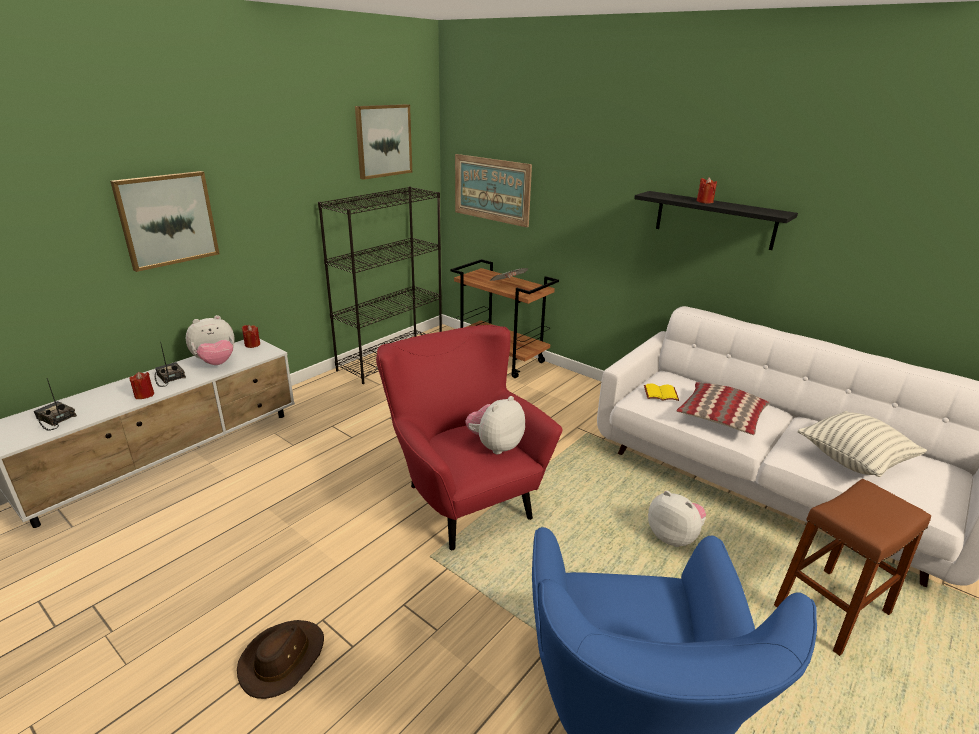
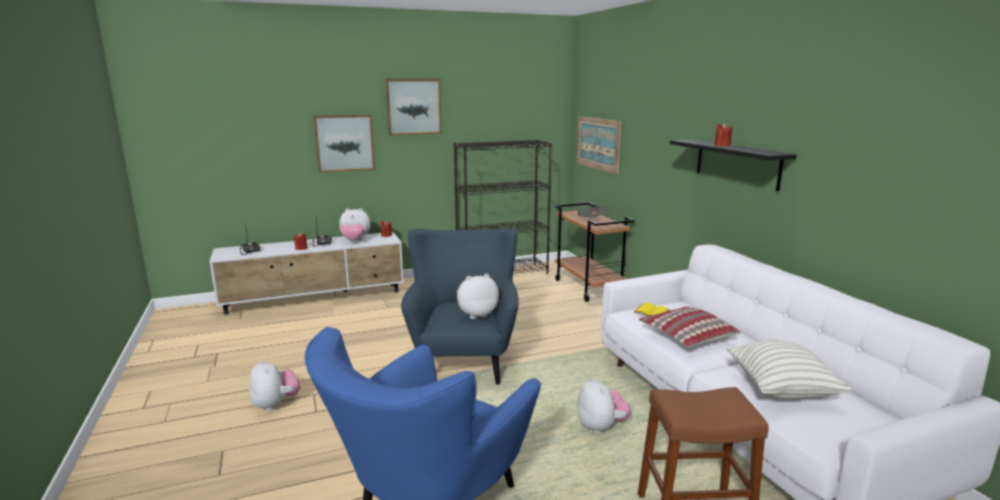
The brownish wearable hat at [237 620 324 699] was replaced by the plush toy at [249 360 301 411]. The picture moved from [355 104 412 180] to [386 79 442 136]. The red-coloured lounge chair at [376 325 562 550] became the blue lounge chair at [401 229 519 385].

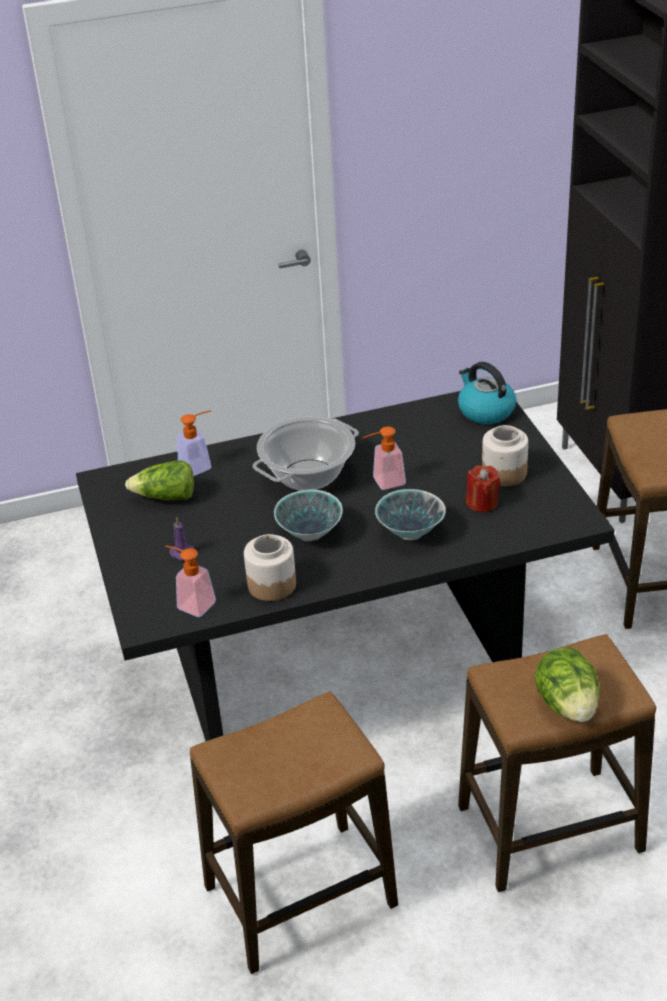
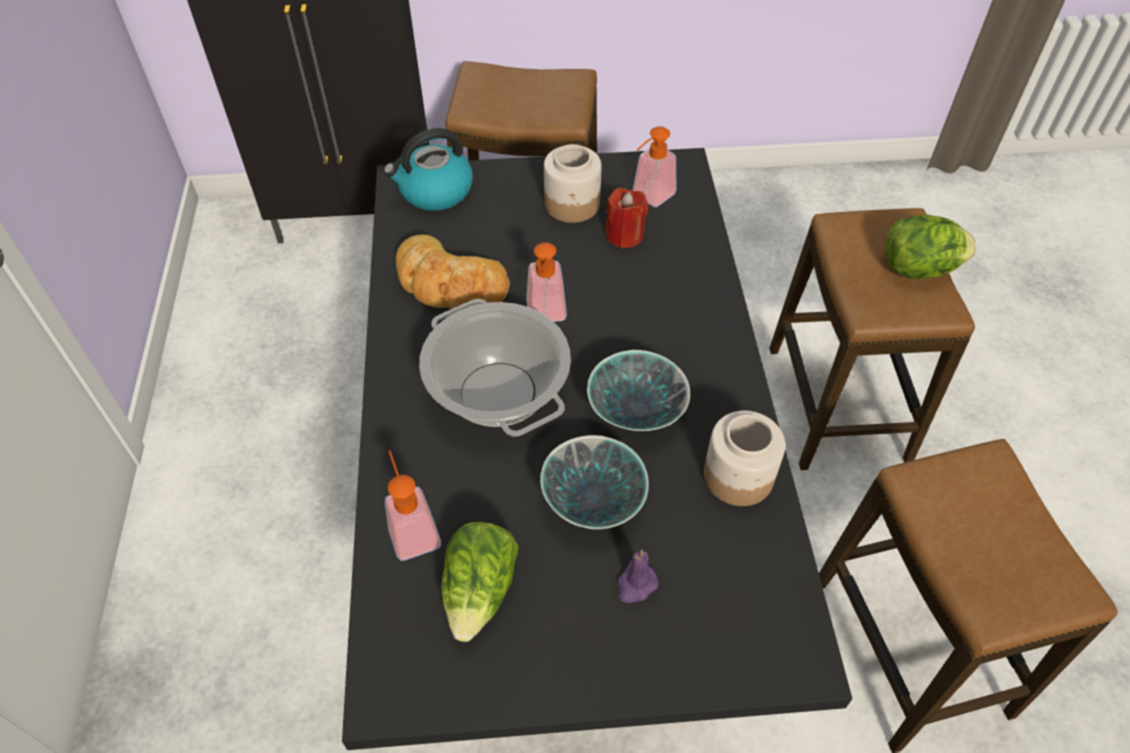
The baked bread at [395 235 510 309] appeared. The deep dish moved from [375 489 446 540] to [540 435 649 529]. The soap bottle moved from [165 545 216 617] to [632 126 676 207].

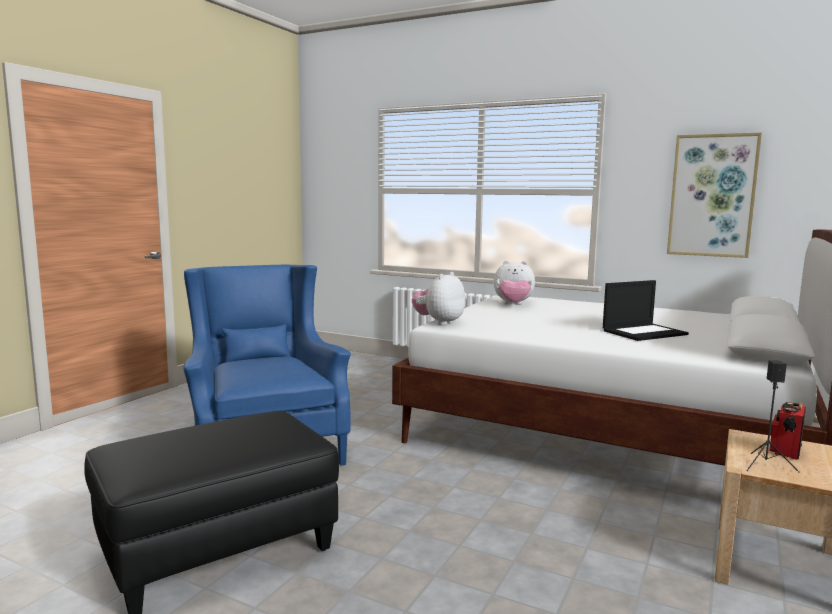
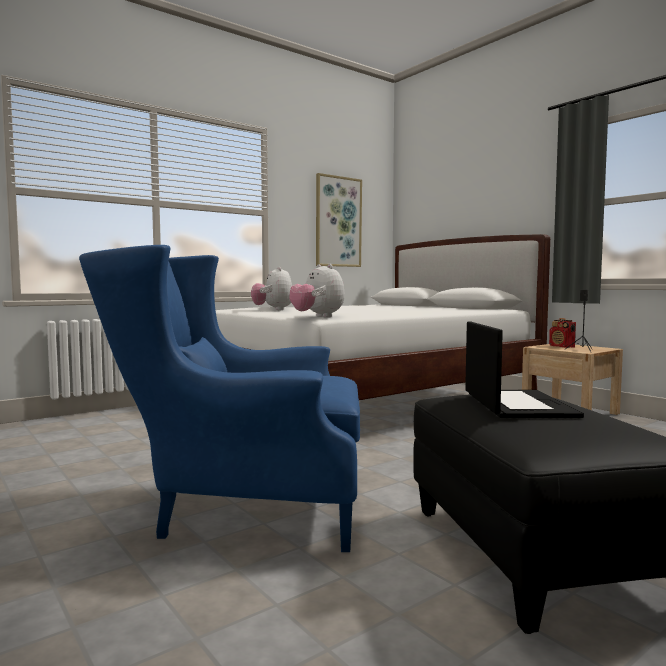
The plush toy at [494 260 535 305] turned 135 degrees clockwise. The notebook computer moved from [603 280 689 341] to [465 322 584 418].

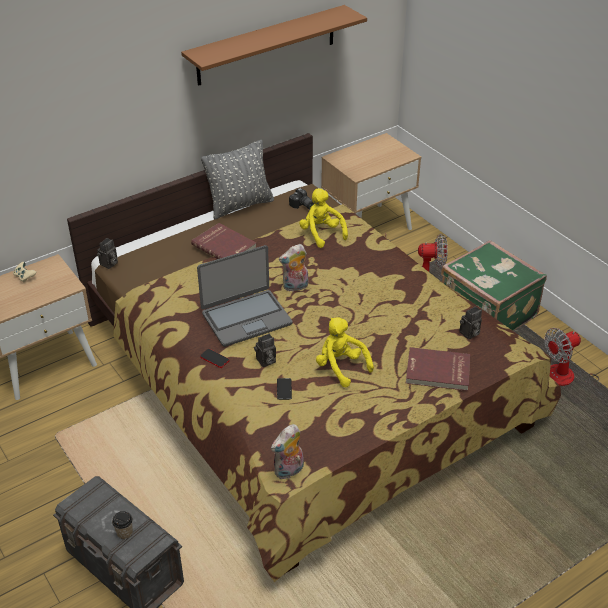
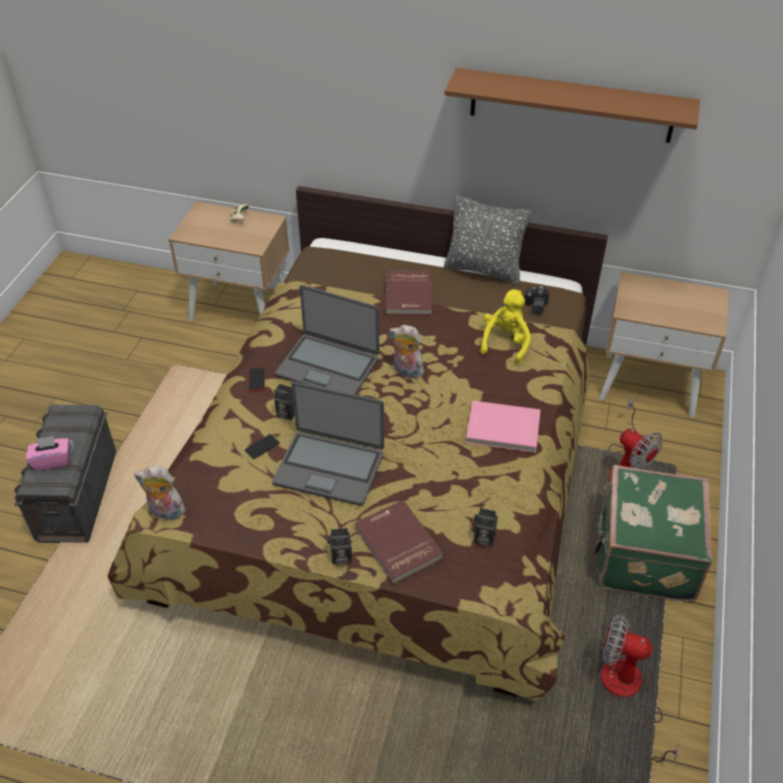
The drinking cup at [112 511 133 540] was replaced by the pinkish box of tissues at [26 436 69 471]. The yellowish plush toy at [316 317 374 387] was replaced by the notebook computer at [272 382 384 506]. The photo camera moved from [97 238 118 269] to [327 528 352 564]. The pinkish bound book at [466 401 540 453] appeared.

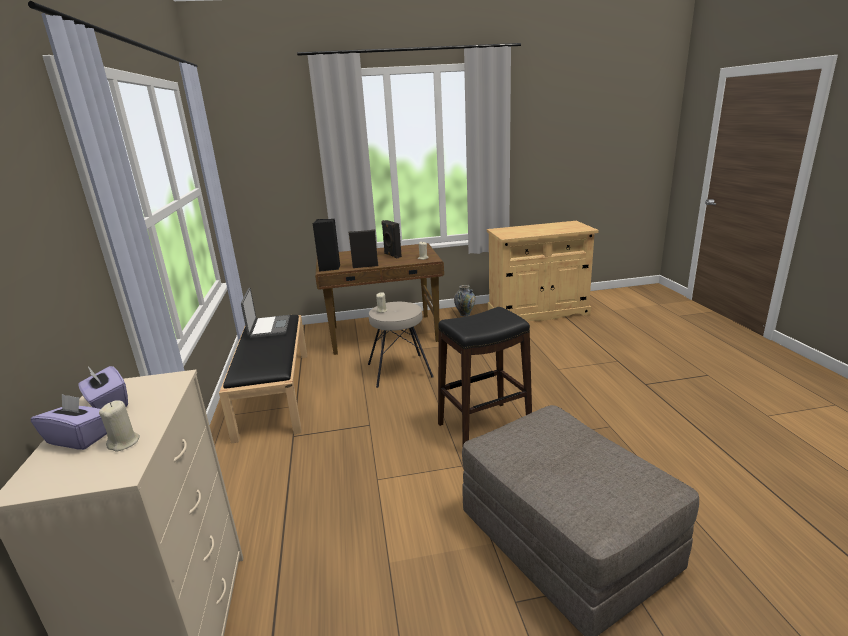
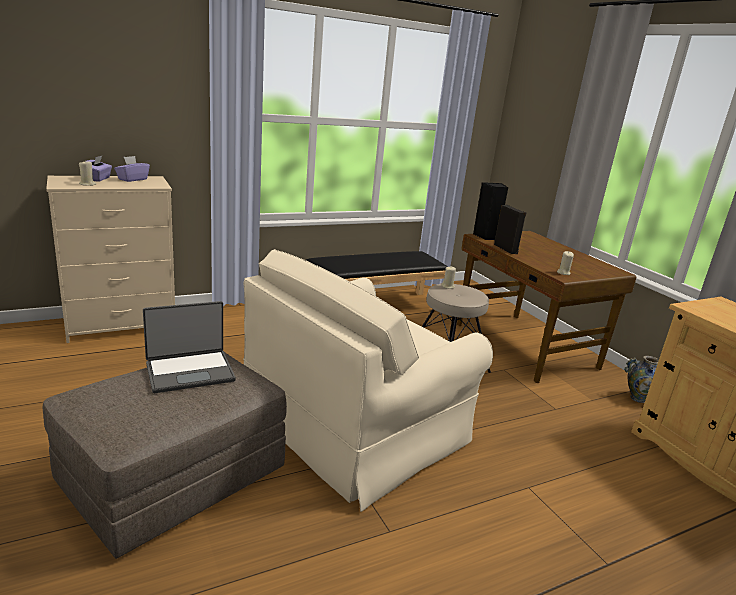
The notebook computer moved from [241 288 290 339] to [143 301 236 393]. The black-coloured stool at [438 307 532 445] was replaced by the beige lounge chair at [243 249 493 512]. The black-coloured speaker at [381 220 402 258] disappeared.

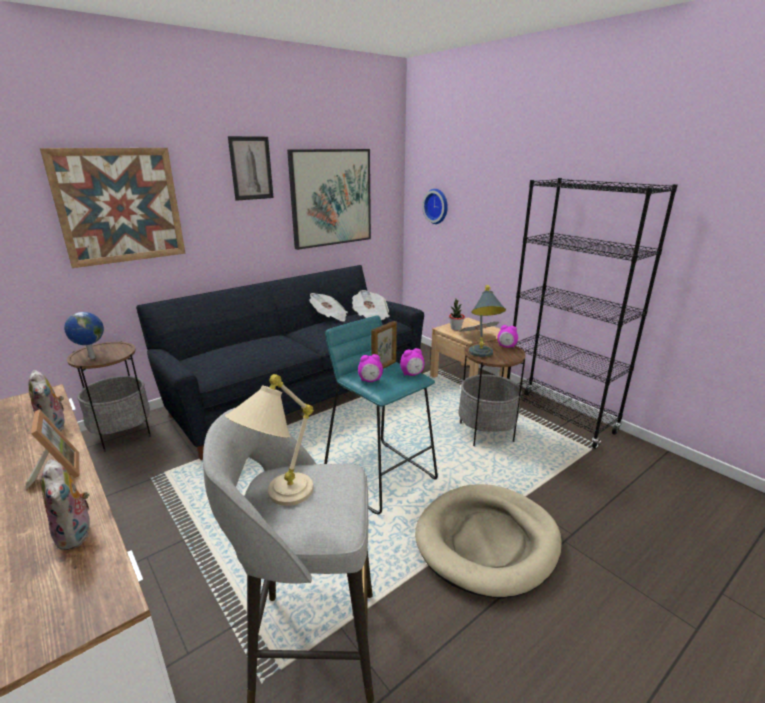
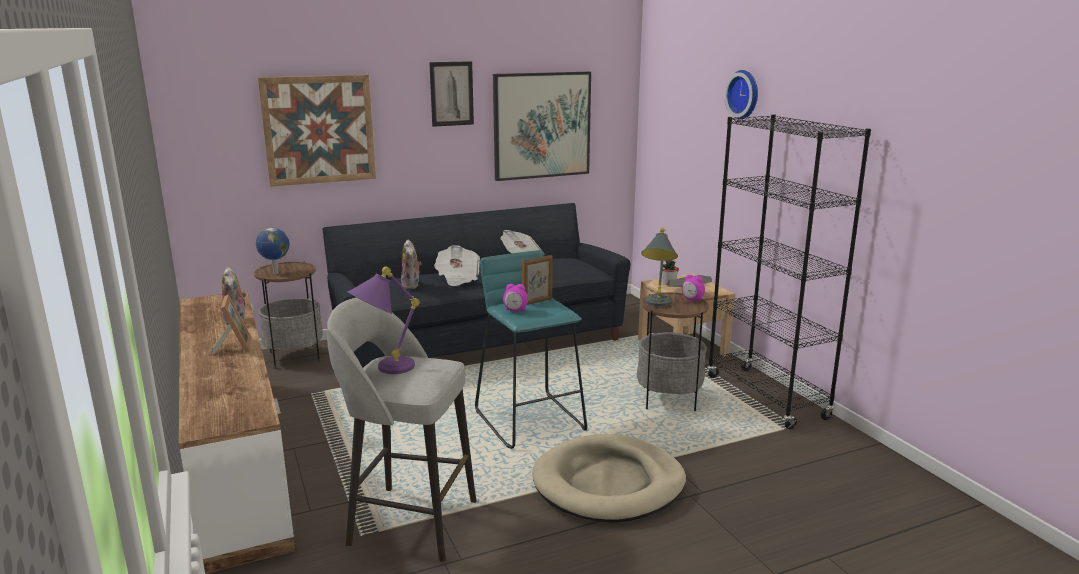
The beige tabletop lamp at [225 374 314 506] became the purple tabletop lamp at [347 266 420 374]. The plush toy moved from [41 459 90 550] to [401 240 422 289]. The newspaper moved from [352 290 390 320] to [434 245 480 286]. The hanging clock moved from [422 189 448 224] to [724 70 758 119]. The table clock at [400 348 425 376] disappeared.

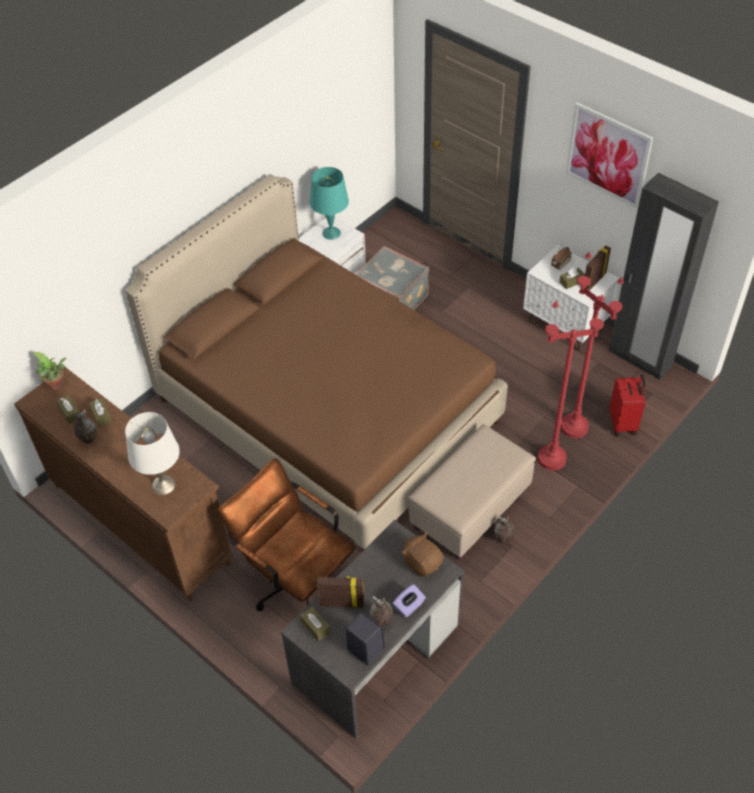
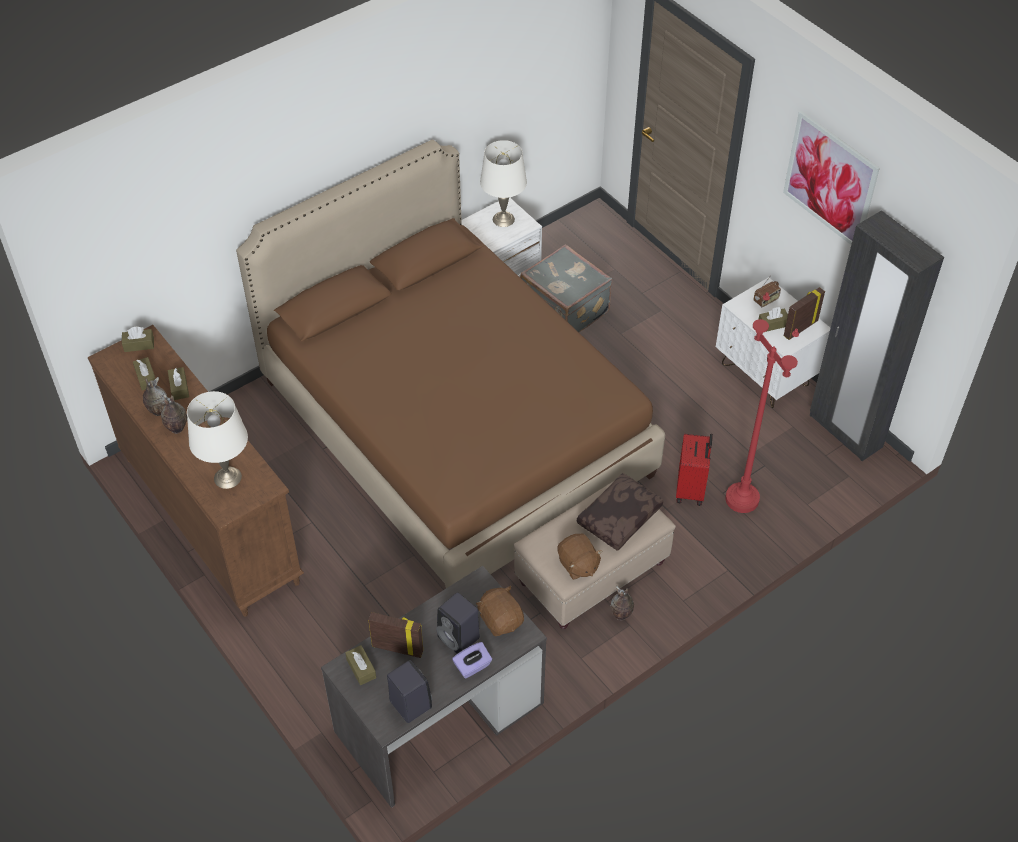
The potted plant at [33 352 67 390] was replaced by the brownish box of tissues at [122 327 154 352]. The decorative vase moved from [370 596 393 627] to [161 395 187 434]. The black-coloured speaker at [436 592 480 654] appeared. The blue-green tabletop lamp at [310 167 349 240] became the white tabletop lamp at [480 140 527 227]. The brownish plush toy at [557 534 603 580] appeared. The brownish pillow at [577 473 664 551] appeared. The red-coloured piece of luggage moved from [610 374 645 436] to [676 434 713 506]. The brownish computer chair at [218 458 356 611] disappeared. The red-coloured standard lamp at [538 295 605 470] disappeared.

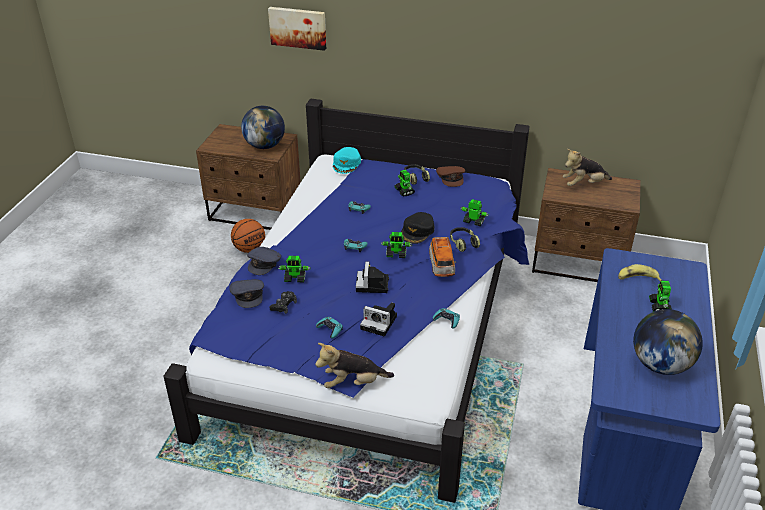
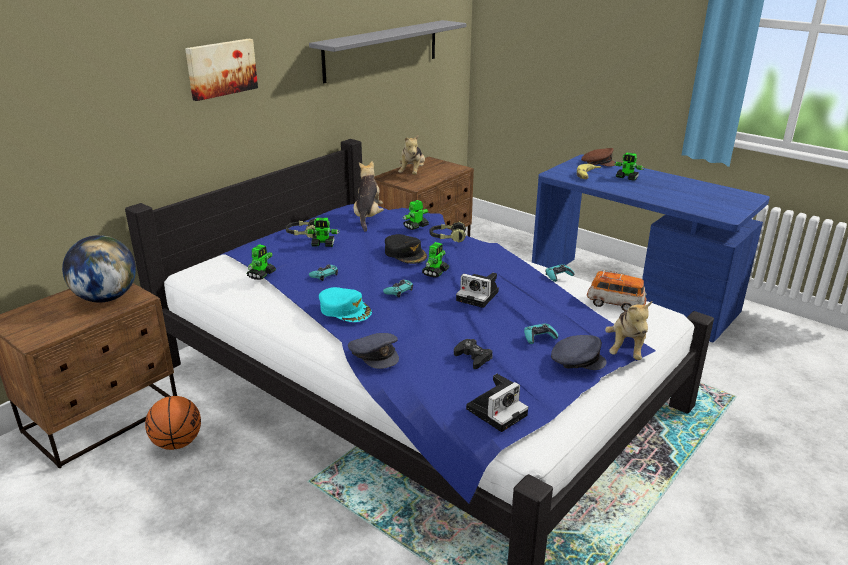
The picture moved from [268 7 326 51] to [185 39 258 101]. The robot figure moved from [278 256 311 282] to [247 244 276 280]. The greyish bracket shelf at [309 20 466 83] appeared. The blue-green baseball cap moved from [333 147 361 174] to [319 287 372 322]. The plush toy at [354 161 384 232] appeared. The photo camera moved from [360 302 397 337] to [466 374 528 432]. The greyish baseball cap moved from [229 279 264 308] to [551 335 607 370]. The brownish baseball cap moved from [436 166 465 187] to [581 148 616 166]. The model car moved from [429 237 456 277] to [587 270 647 311]. The globe at [633 309 703 375] disappeared.

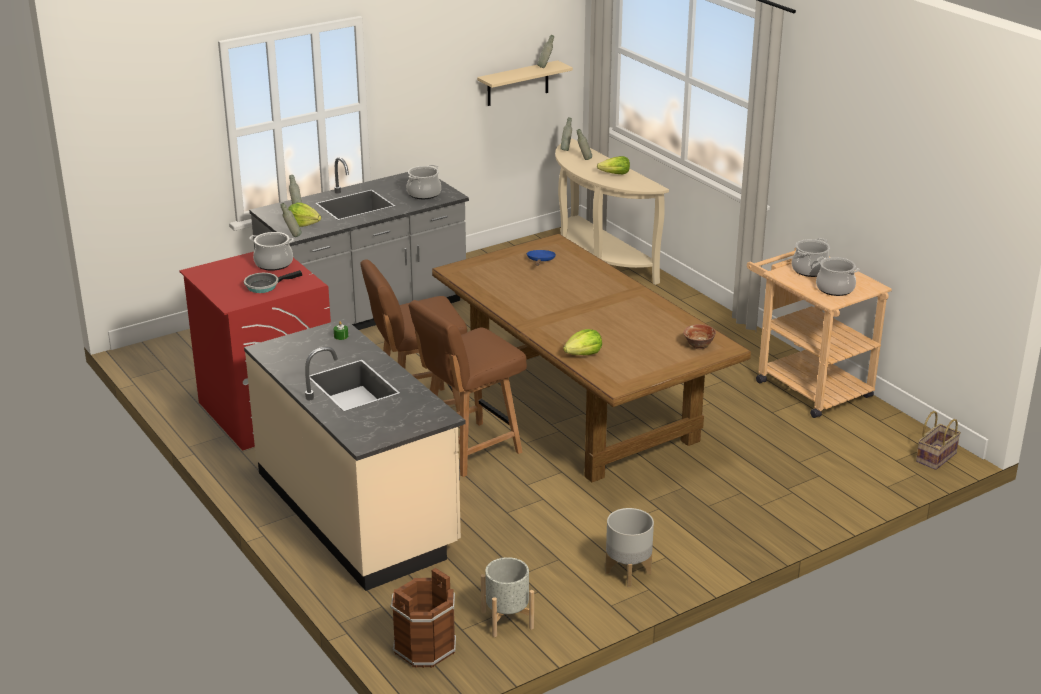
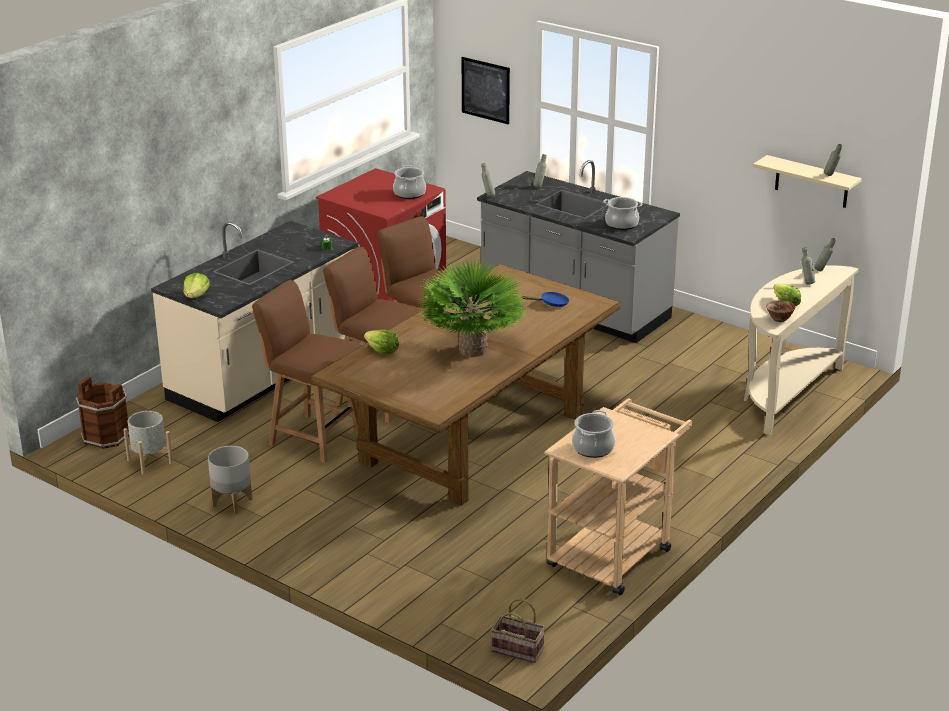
The lettuce head moved from [288 202 321 227] to [183 273 210 298]. The brownish upright chair at [252 280 362 463] appeared. The potted plant at [417 259 528 357] appeared. The picture at [462 57 510 124] appeared. The deep dish moved from [683 324 716 349] to [766 300 795 322]. The skillet at [244 270 302 293] disappeared. The cooking pot at [792 238 830 277] disappeared.

